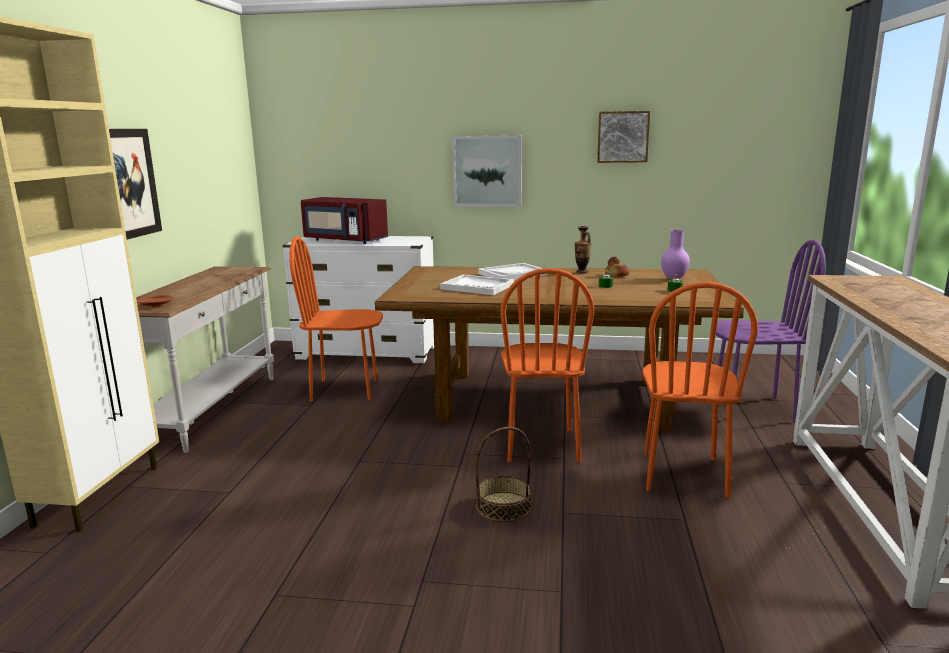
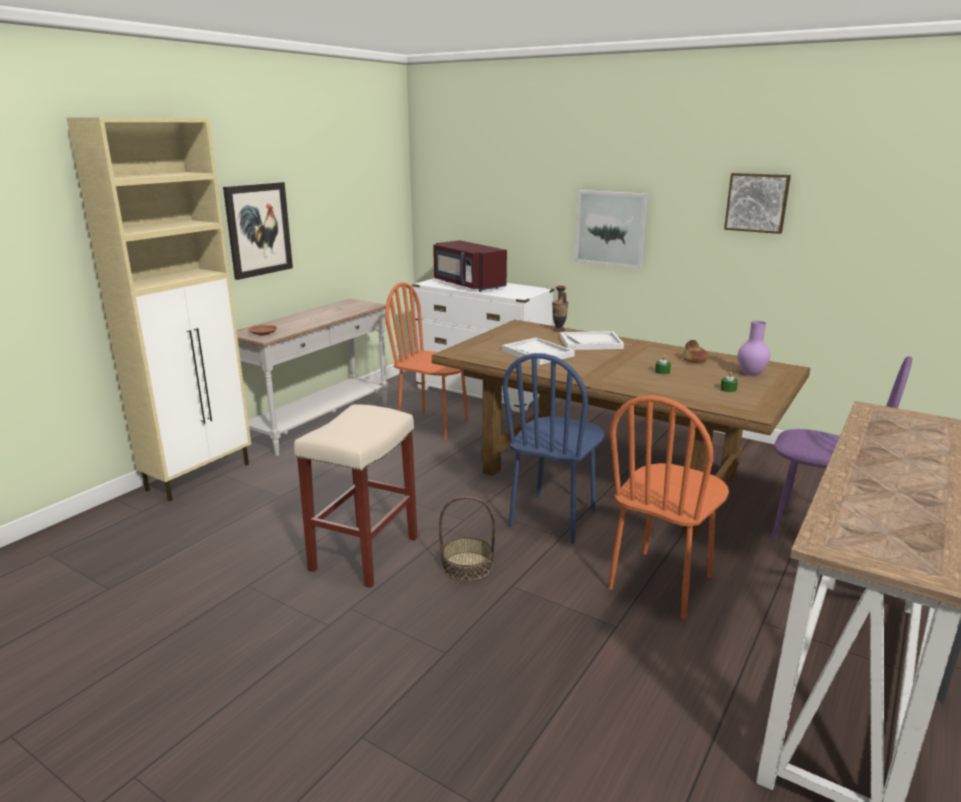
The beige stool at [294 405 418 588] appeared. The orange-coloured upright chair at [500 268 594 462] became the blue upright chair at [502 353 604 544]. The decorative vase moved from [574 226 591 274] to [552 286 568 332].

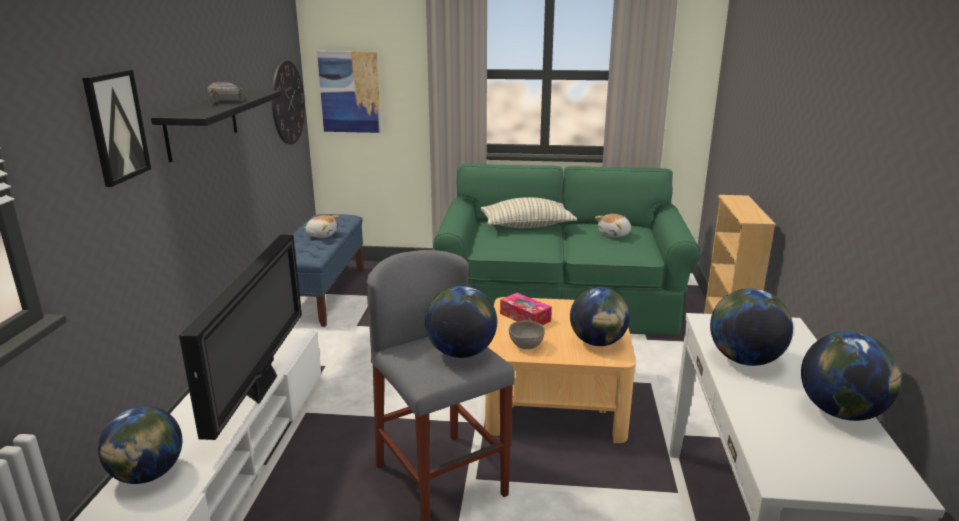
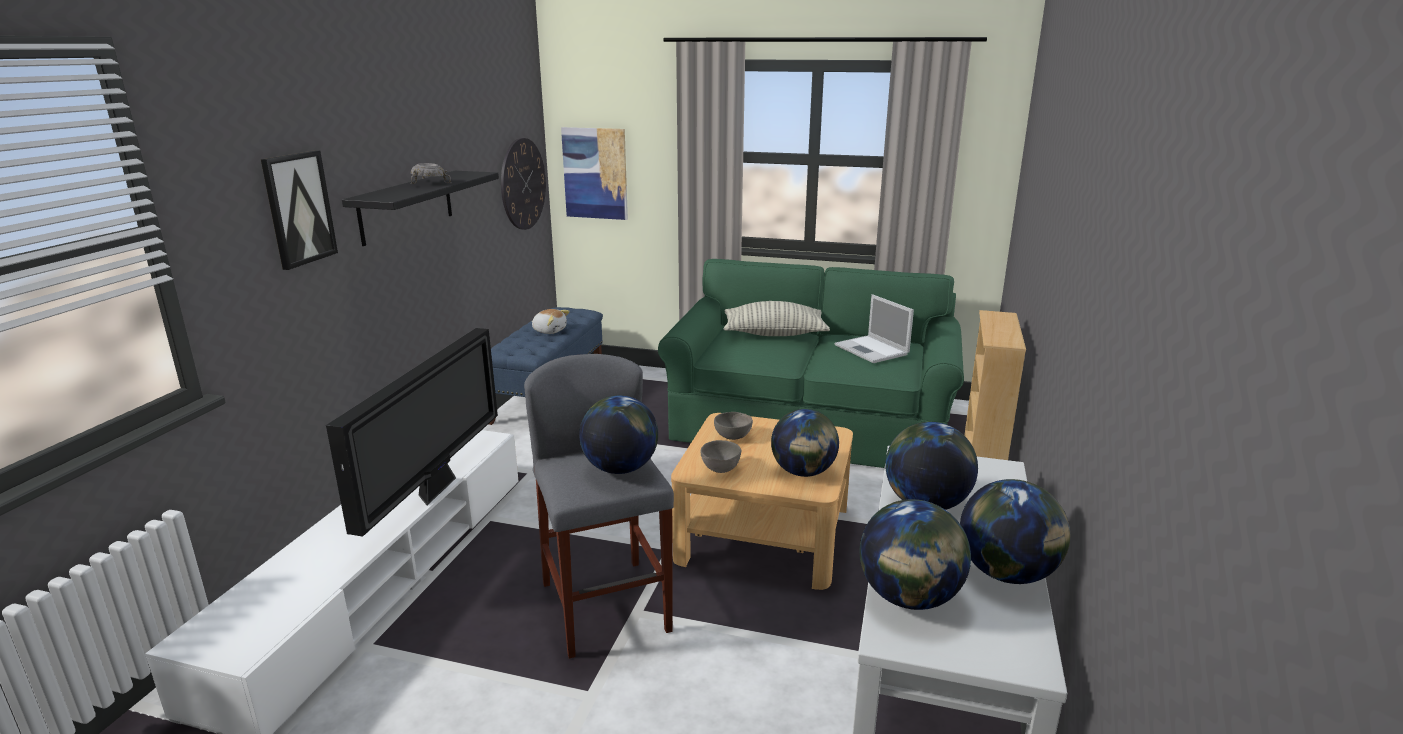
The box of tissues at [500 293 552 326] was replaced by the greyish deep dish at [714 412 753 440]. The plush toy at [595 214 631 238] was replaced by the notebook computer at [834 294 914 363]. The globe moved from [98 406 182 484] to [860 499 971 610].

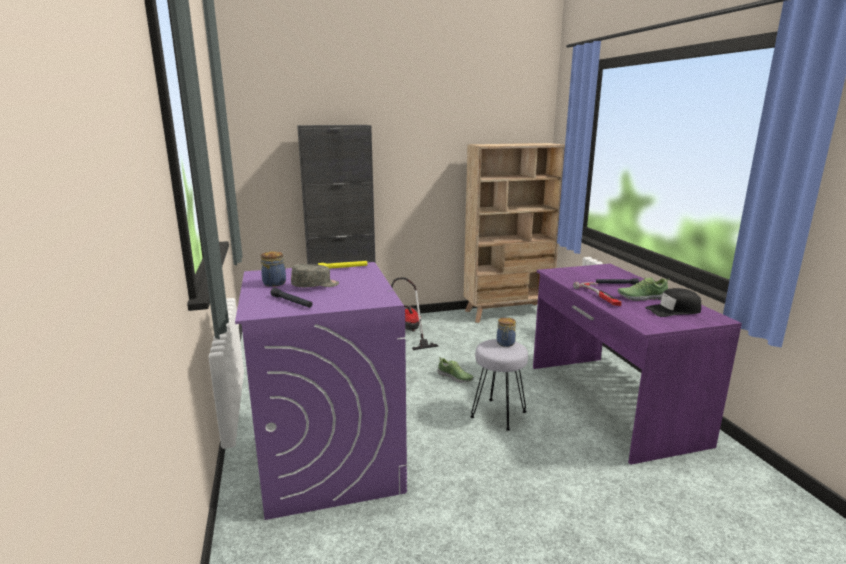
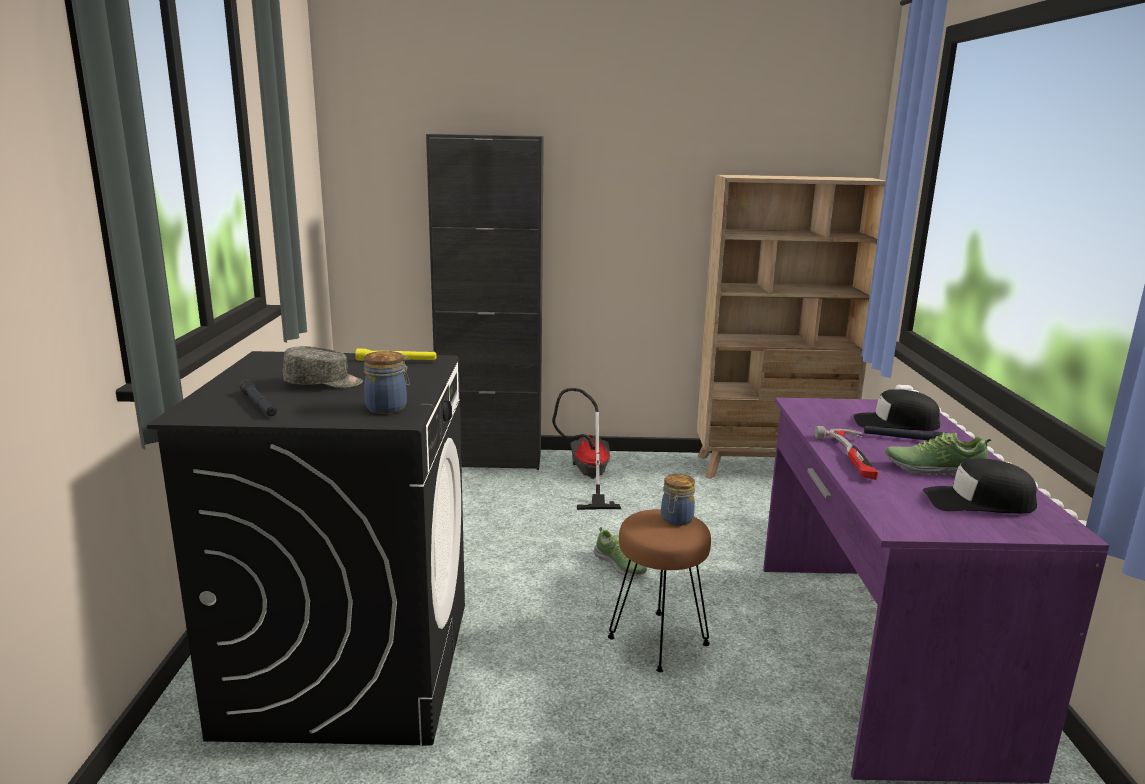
The purple laundry machine at [235 262 407 520] became the black-coloured laundry machine at [147 351 465 746]. The storage jar moved from [261 251 286 287] to [364 351 410 414]. The greyish stool at [470 339 528 431] became the brownish stool at [608 509 711 672]. The black-coloured baseball cap at [853 389 940 431] appeared.

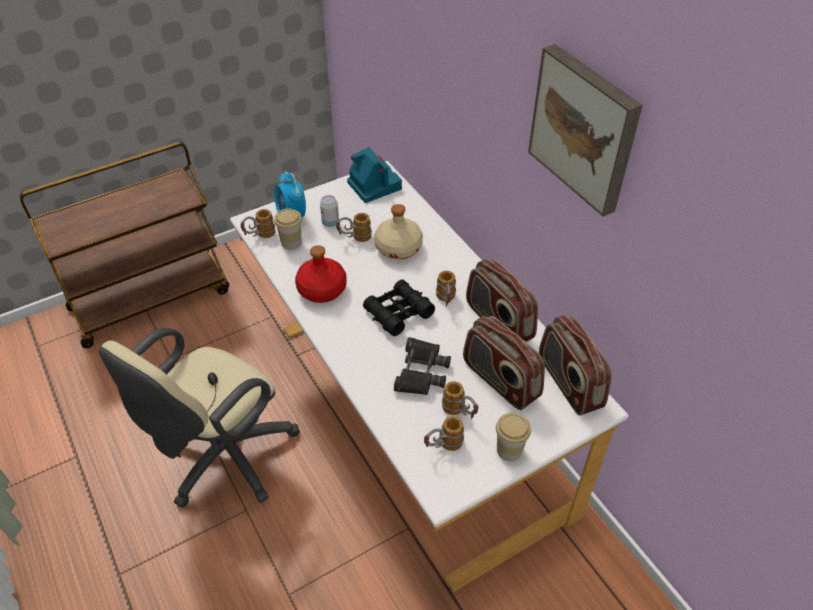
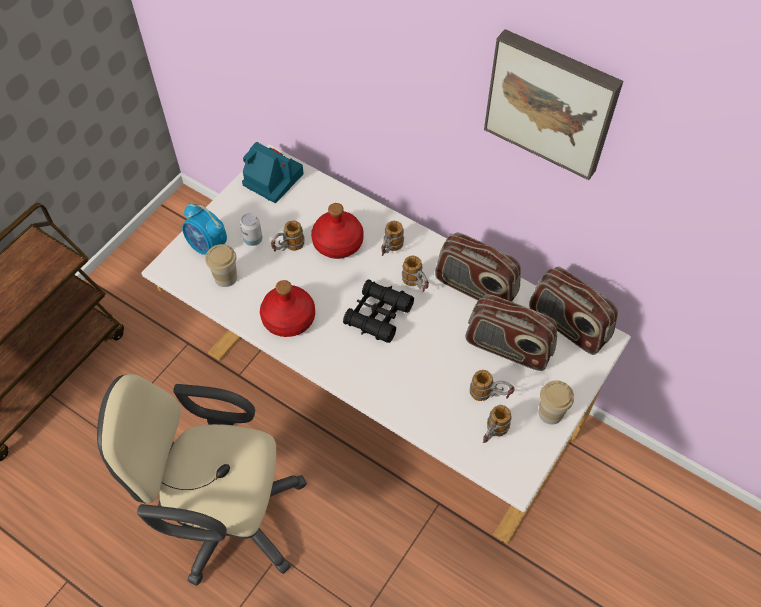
The beige computer chair at [99 328 300 508] turned 90 degrees clockwise. The beige drink bottle at [374 204 423 260] became the red-coloured drink bottle at [311 203 364 259]. The coffee mug moved from [240 209 275 238] to [381 221 404 256]. The black-coloured pair of binoculars at [394 337 451 395] disappeared.

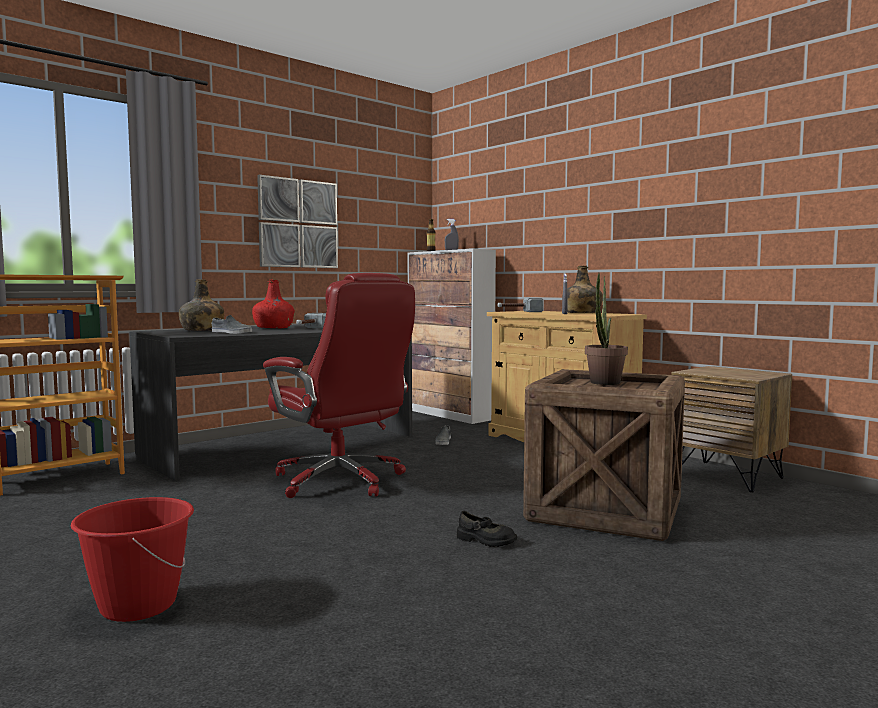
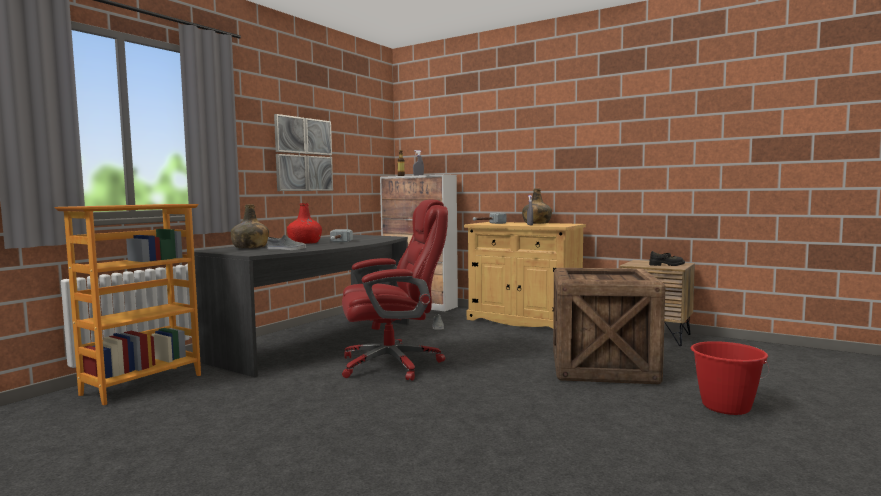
The red-coloured computer chair at [263 273 415 498] turned 45 degrees counterclockwise. The black-coloured low shoe moved from [457 511 517 547] to [649 251 685 266]. The red-coloured pail moved from [71 497 194 622] to [691 341 770 415]. The potted plant at [585 273 628 385] disappeared.

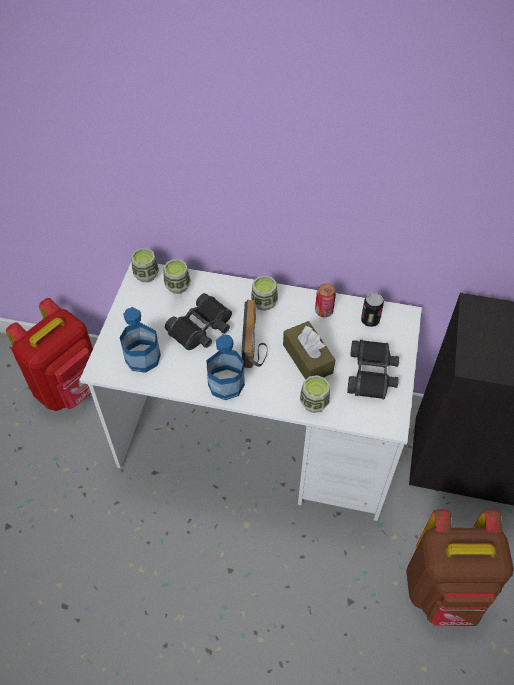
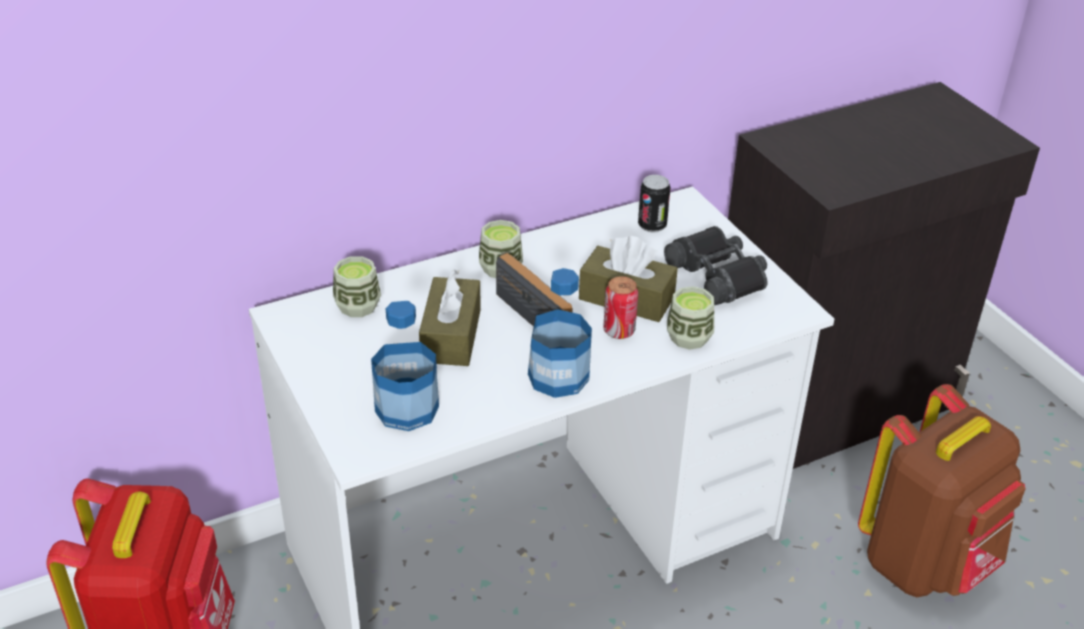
The black-coloured pair of binoculars at [165 293 232 350] was replaced by the brownish box of tissues at [419 270 481 366]. The can moved from [315 284 336 317] to [603 276 638 339]. The drinking cup at [131 248 159 282] disappeared.

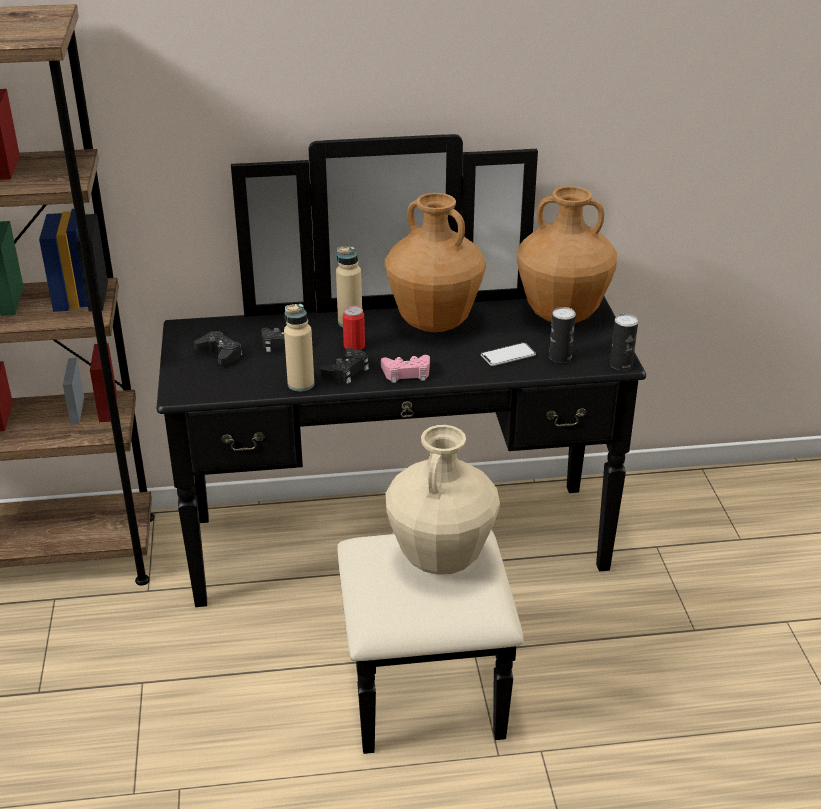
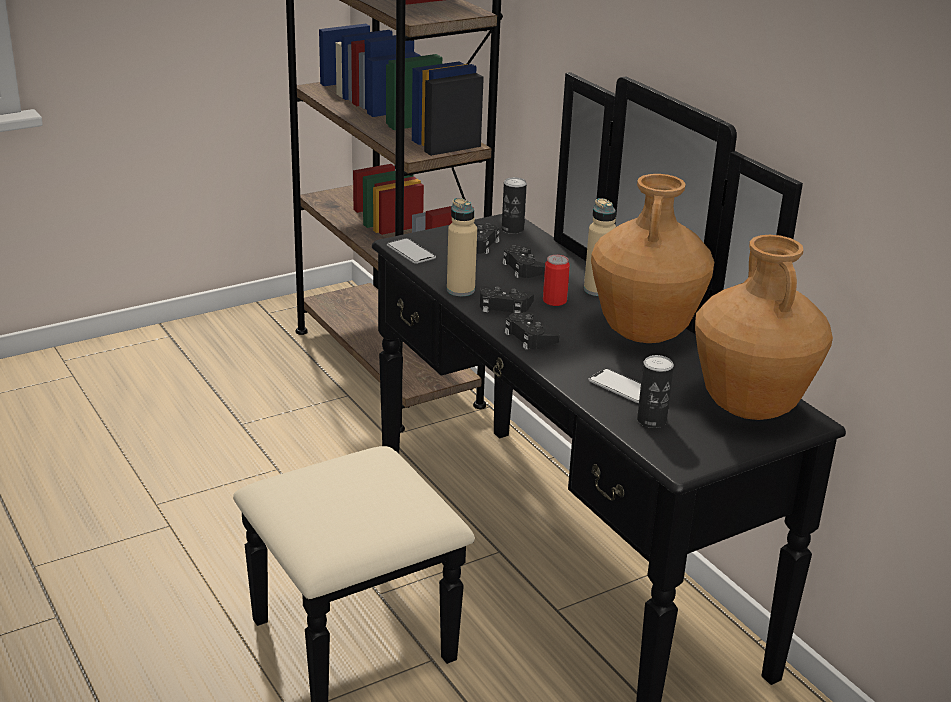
The handset at [387 238 436 264] appeared. The can moved from [610 314 638 370] to [502 177 527 234]. The pinkish joypad at [381 355 430 383] became the black-coloured joypad at [505 312 560 350]. The beige decorative vase at [386 425 500 575] disappeared.

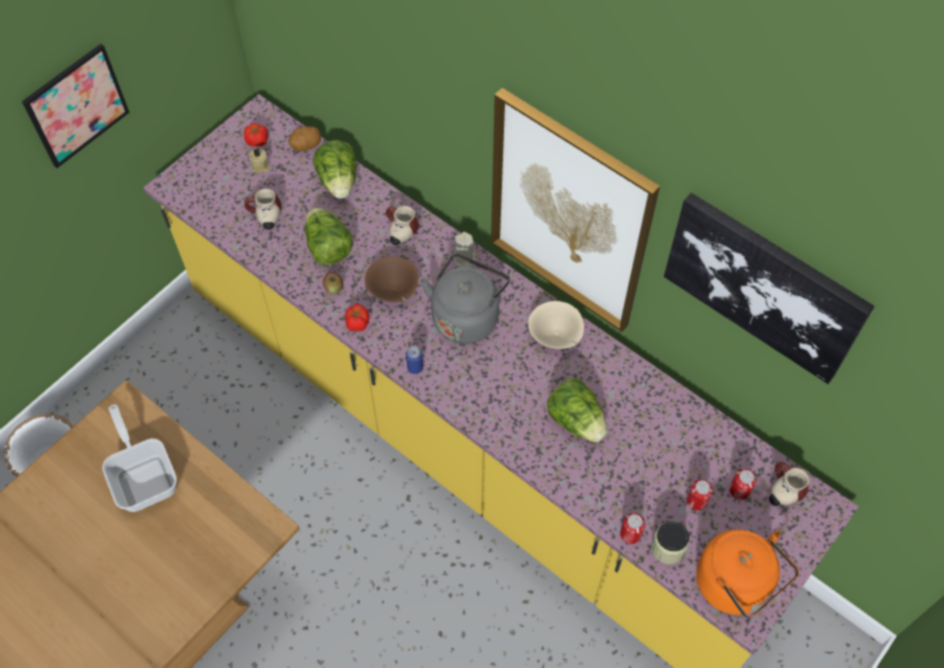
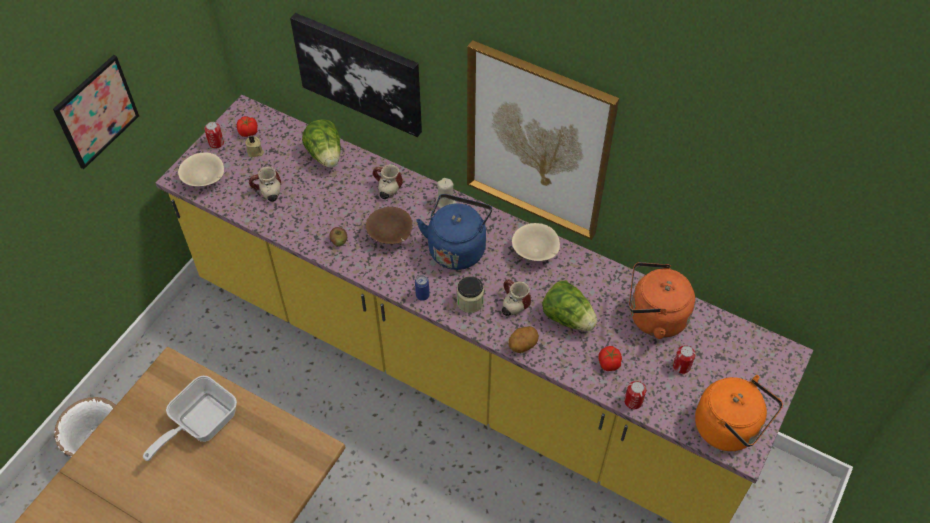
The skillet at [102 404 177 512] turned 105 degrees counterclockwise. The beige deep dish at [178 152 224 186] appeared. The can moved from [729 469 757 500] to [204 122 224 149]. The picture moved from [664 193 875 384] to [290 13 422 137]. The greyish water kettle at [421 253 510 344] became the blue water kettle at [416 194 492 270]. The storage jar moved from [651 521 689 564] to [457 276 484 313]. The coffee mug moved from [769 462 810 506] to [502 279 531 316]. The spud moved from [289 127 321 151] to [509 326 539 353]. The whole tomato moved from [345 304 369 331] to [598 346 622 371]. The orange-coloured water kettle at [629 262 695 339] appeared. The lettuce head at [305 208 353 265] disappeared.

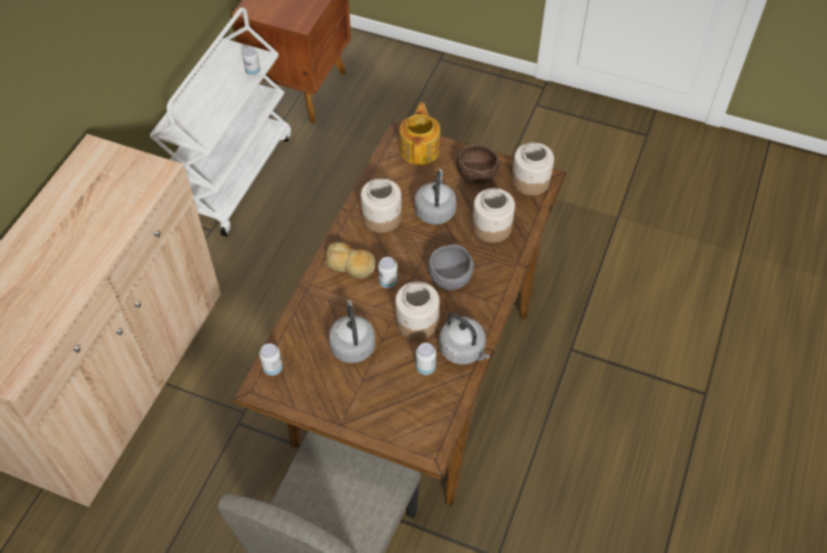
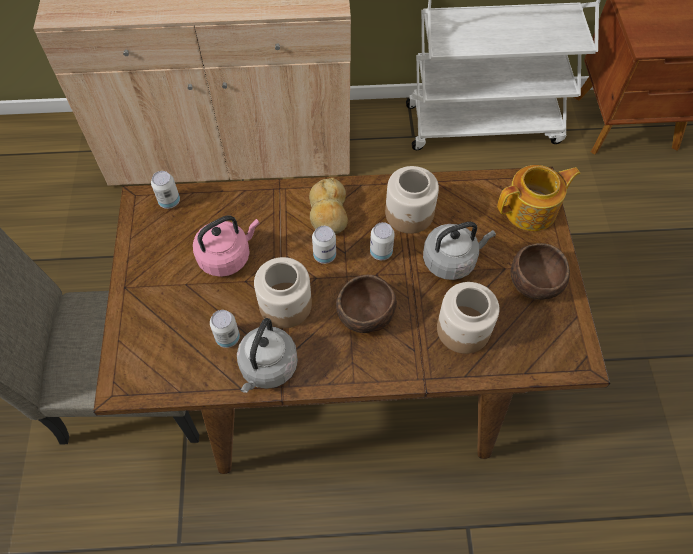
The greyish water kettle at [329 300 375 363] became the pinkish water kettle at [193 216 260 277]. The greyish deep dish at [428 244 474 290] became the brownish deep dish at [336 274 397 333]. The can moved from [242 48 260 75] to [370 222 395 260]. The storage jar at [512 142 554 196] disappeared.

